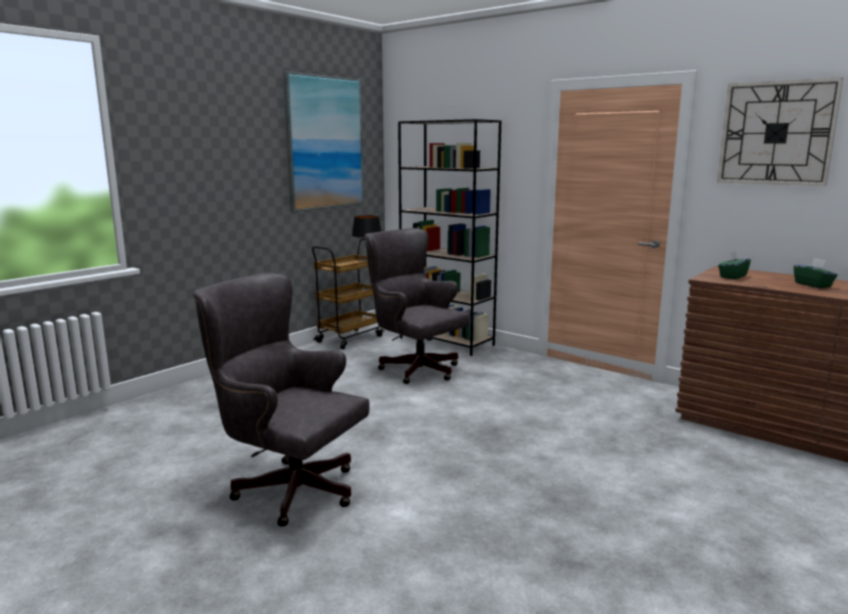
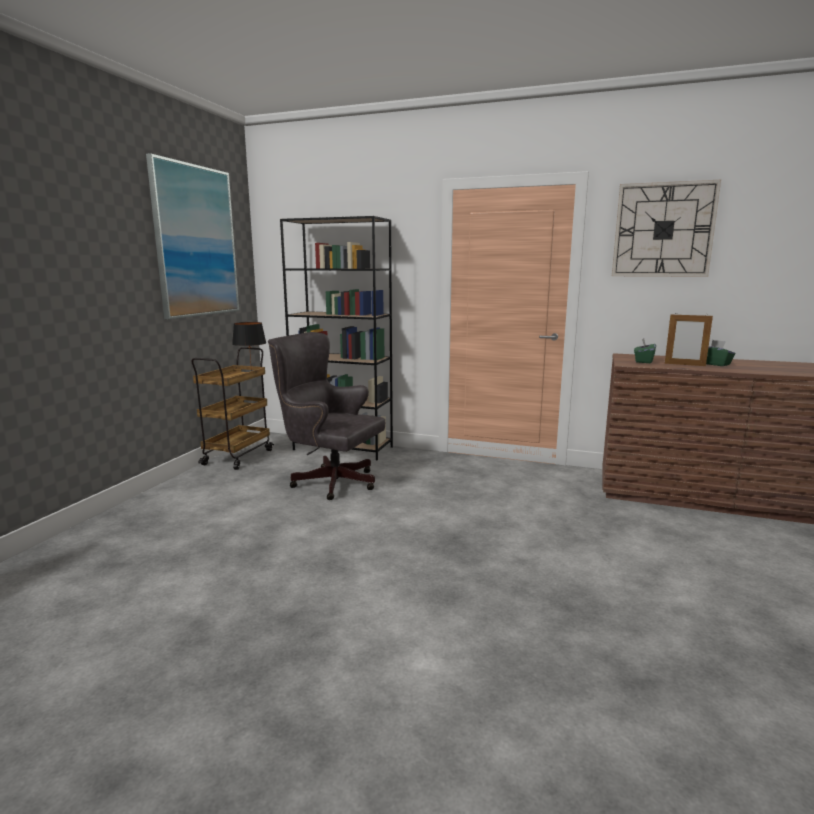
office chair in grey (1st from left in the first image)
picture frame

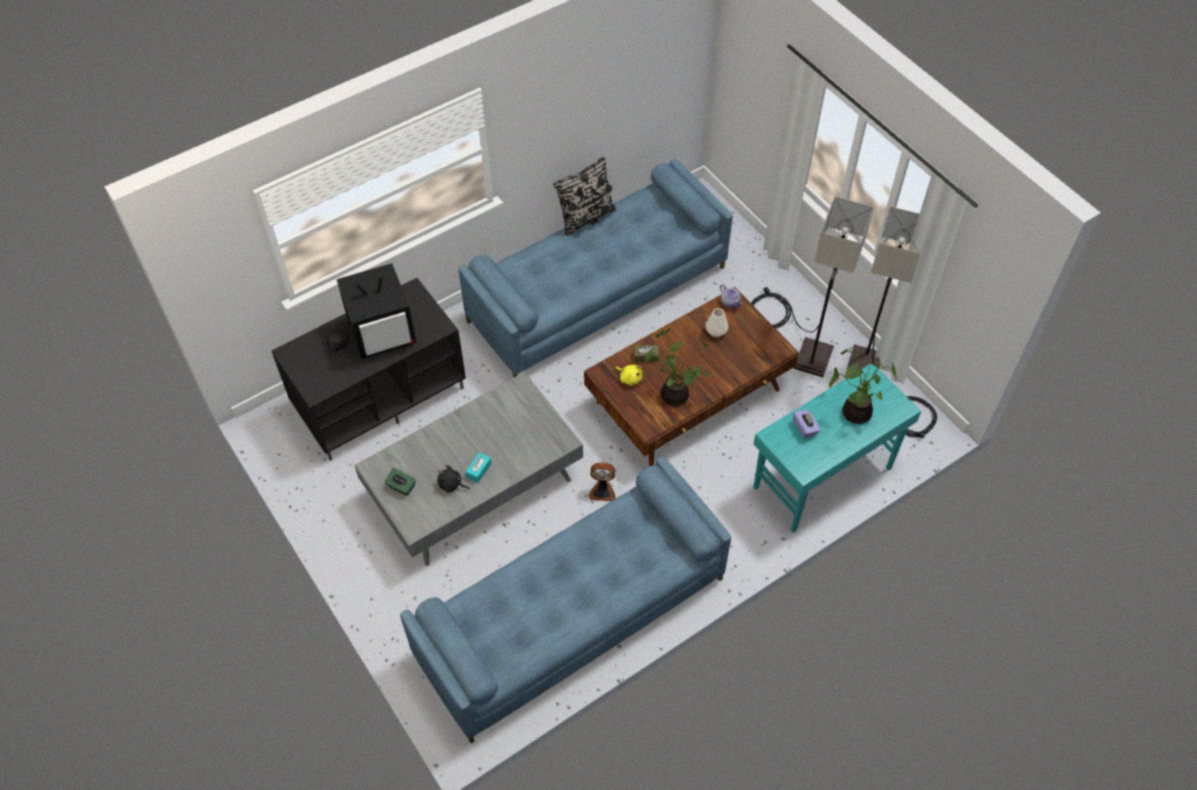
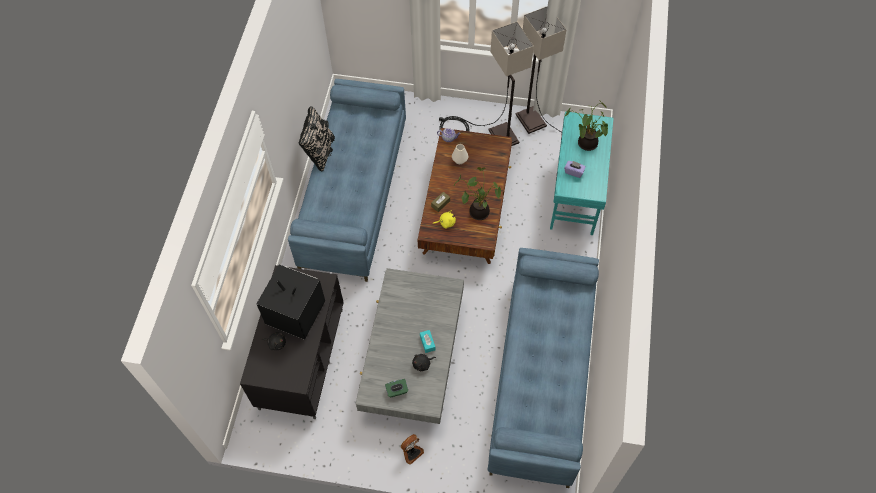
television
fan

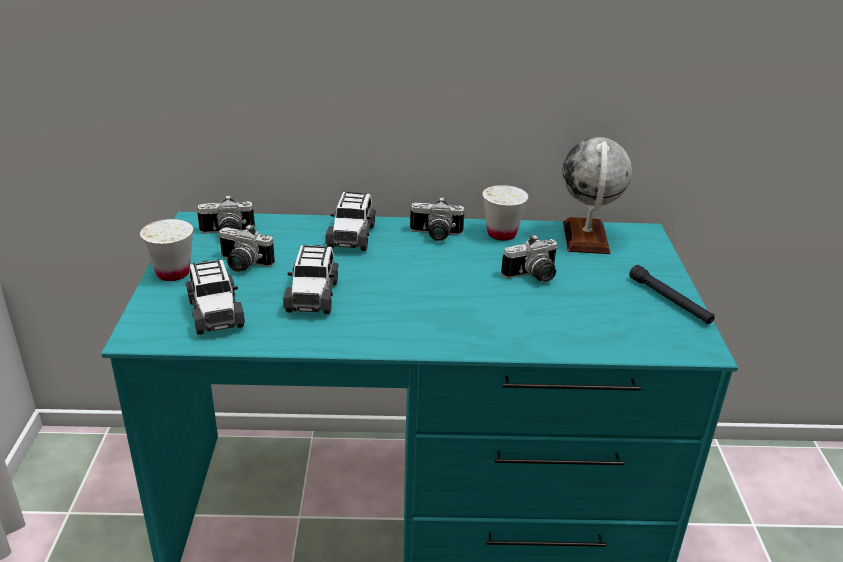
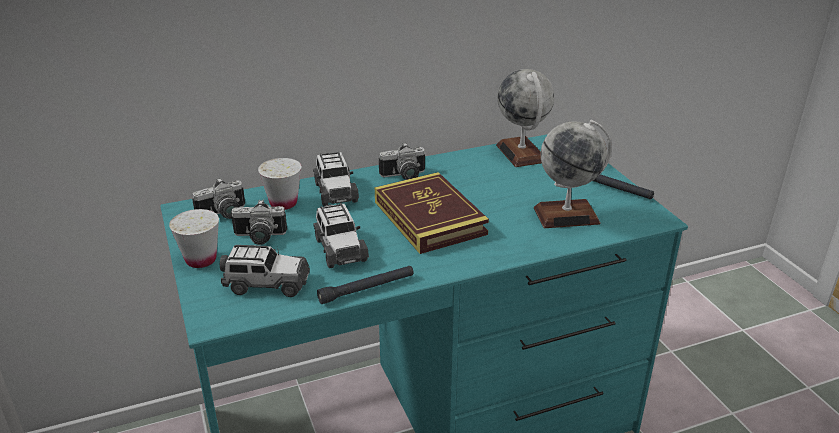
toy car (1st from left)
cup in white (2nd from left)
photo camera (4th from left in the first image)
flashlight in black (1st from left)
book
globe (2nd from left)

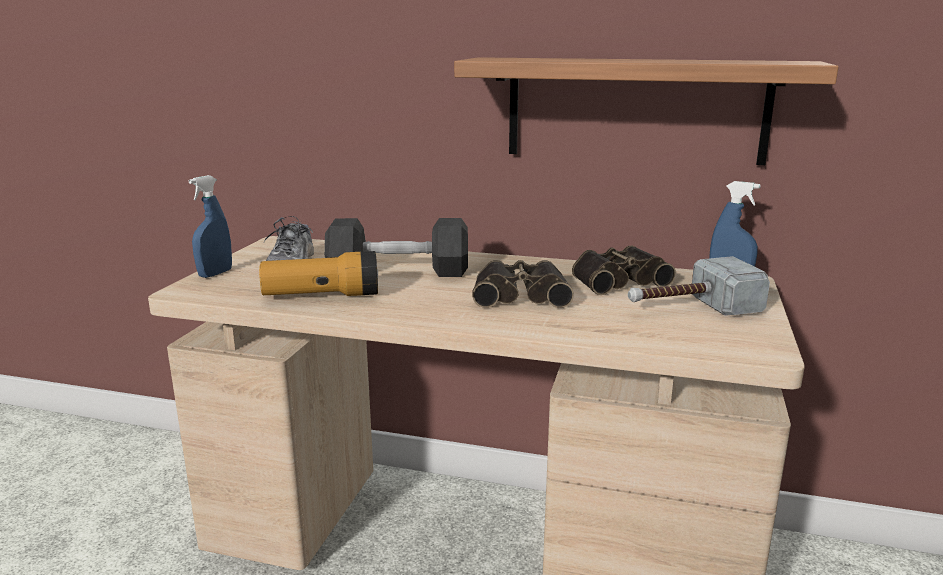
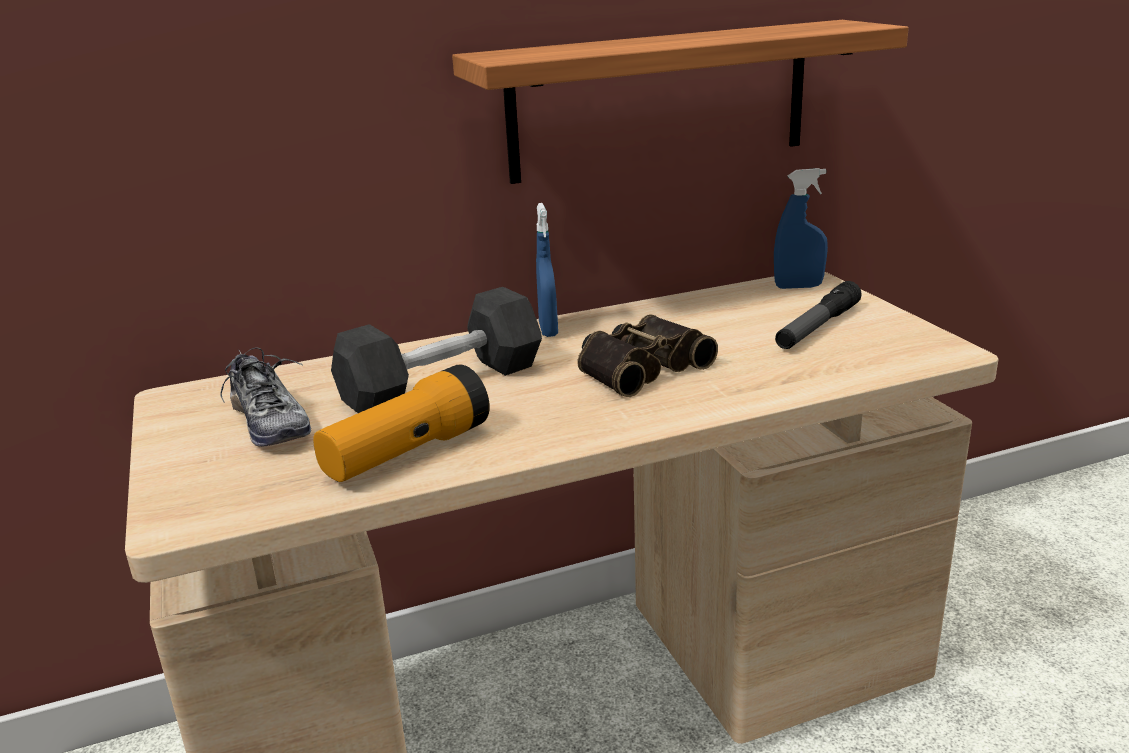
spray bottle in blue (1st from left)
binoculars (2nd from left in the first image)
flashlight (2nd from left)

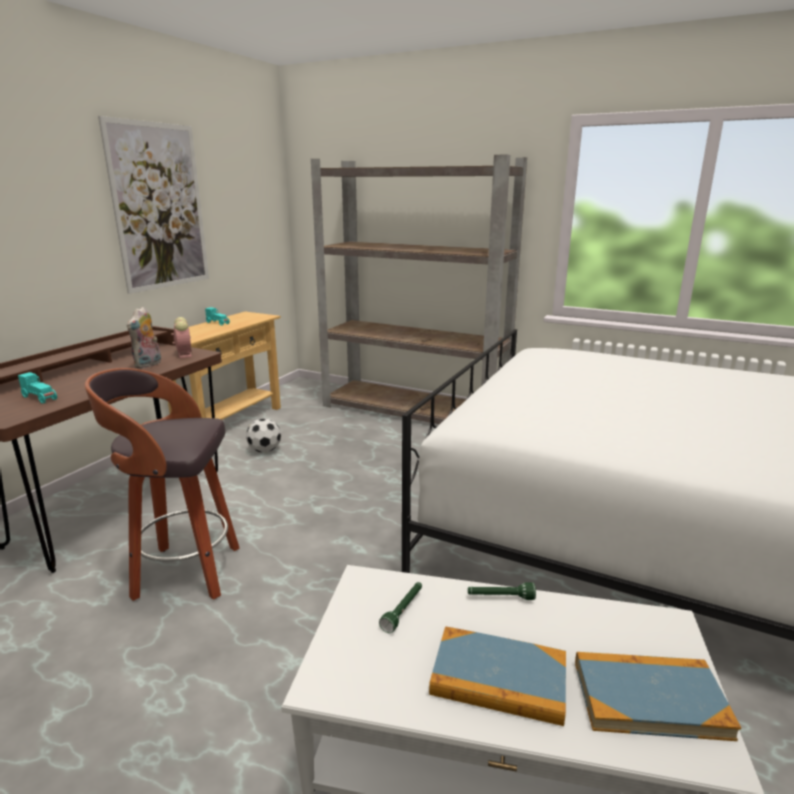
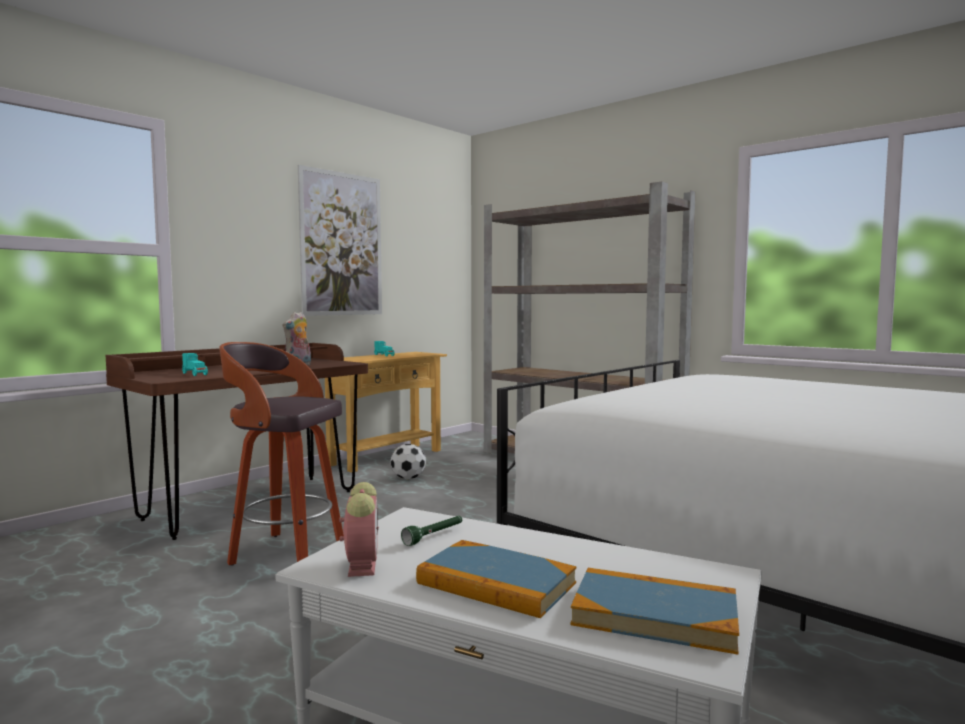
alarm clock
flashlight in green (2nd from left in the first image)

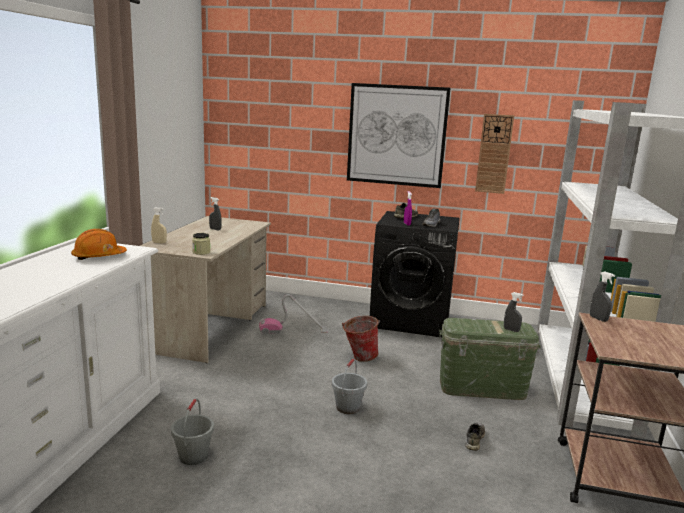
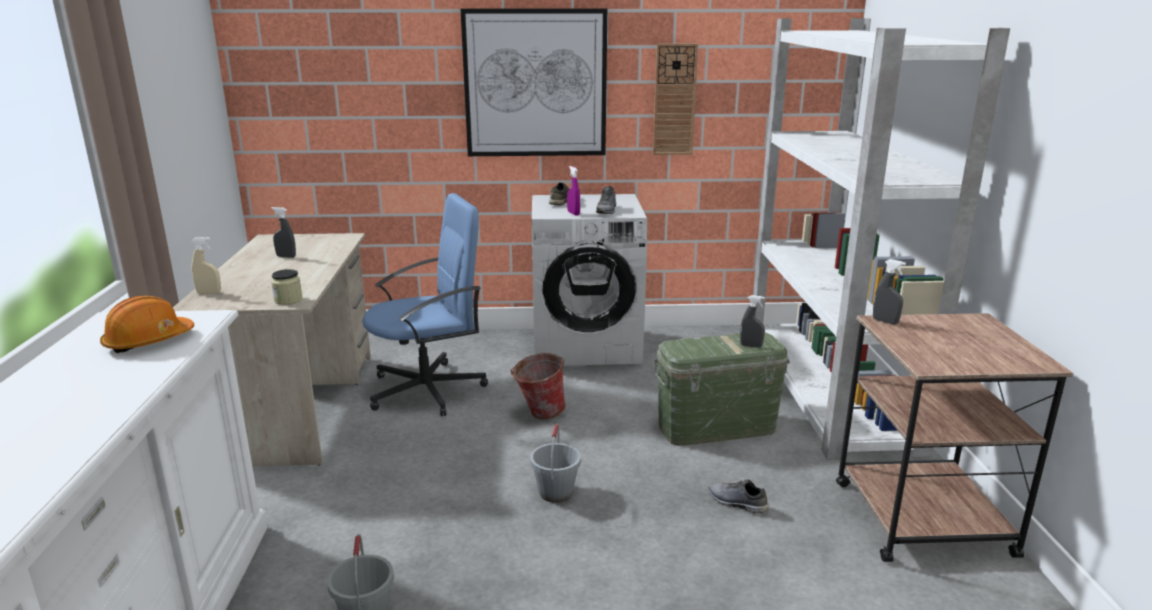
office chair in blue
washing machine in white
shoe in grey (3rd from left)

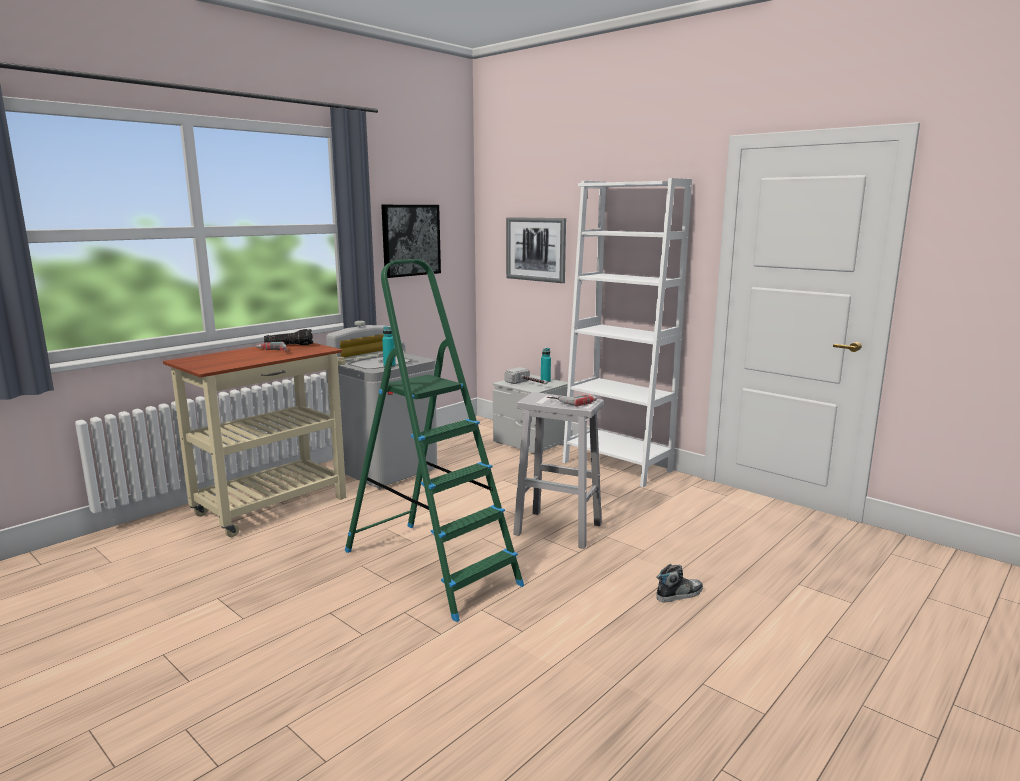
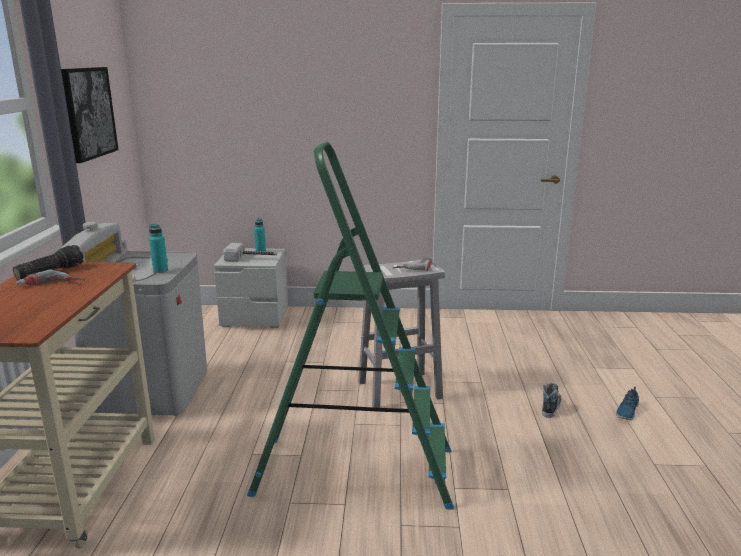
picture (2nd from left in the first image)
bookcase in white
shoe (2nd from left)

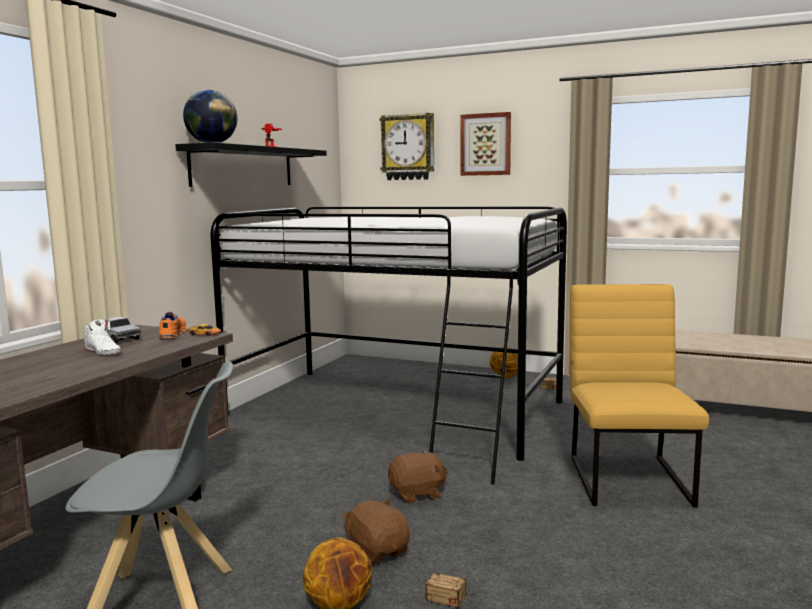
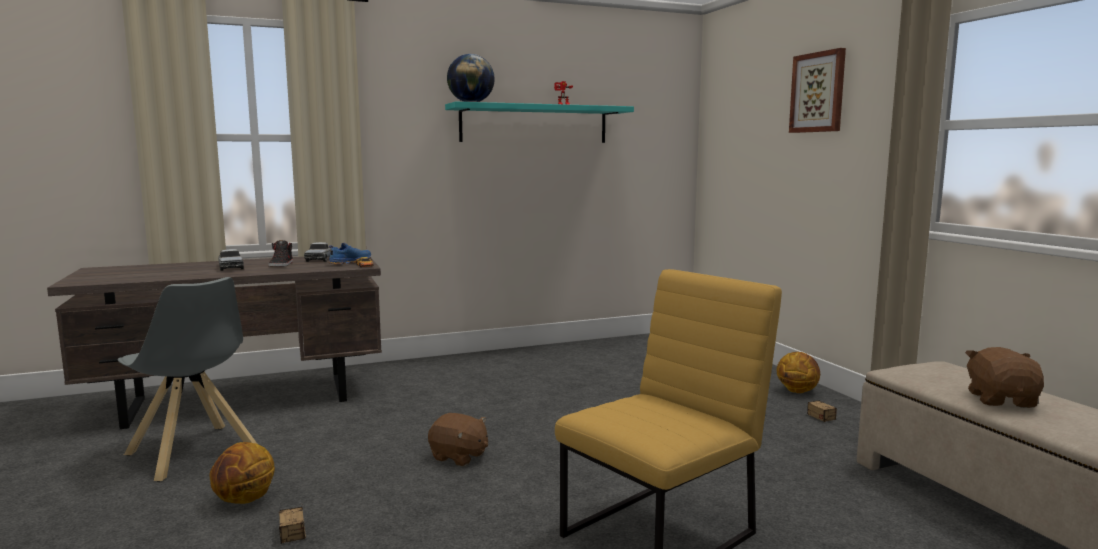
shoe in black
shoe in blue
shelf in turquoise
bed in black
plush toy in brown (2nd from left)
wall clock
toy truck (1st from left)

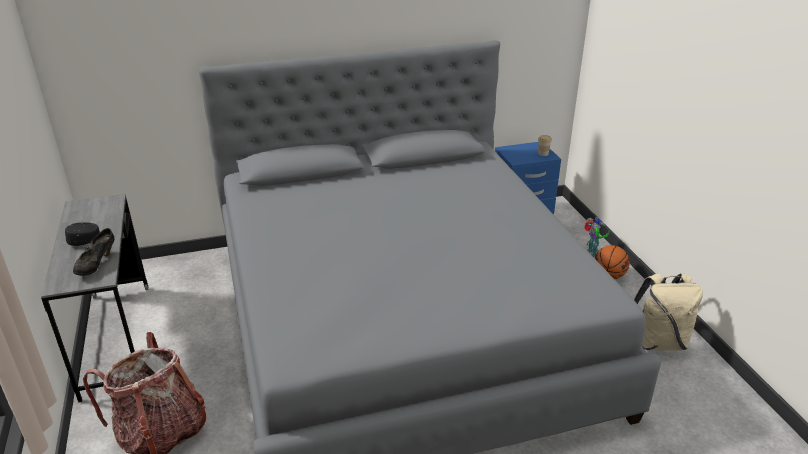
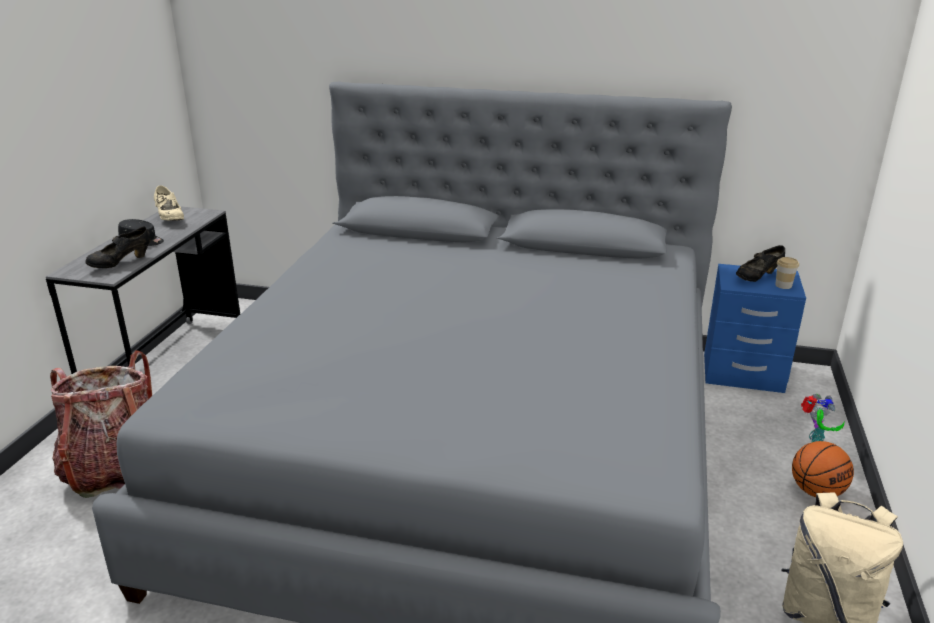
shoe in beige
shoe in black (2nd from left)

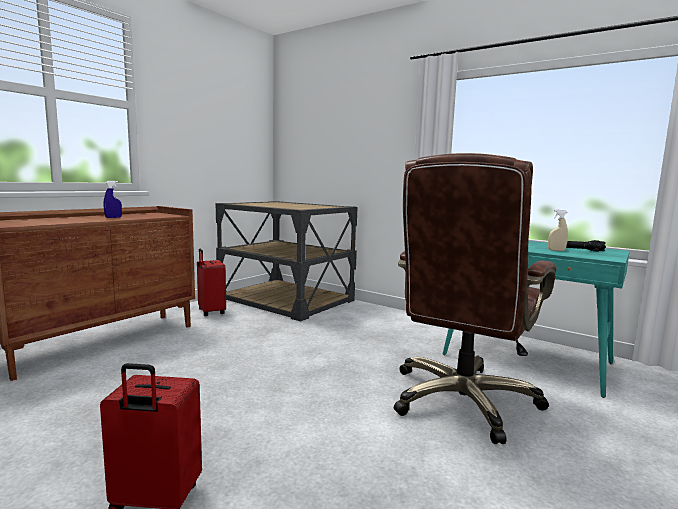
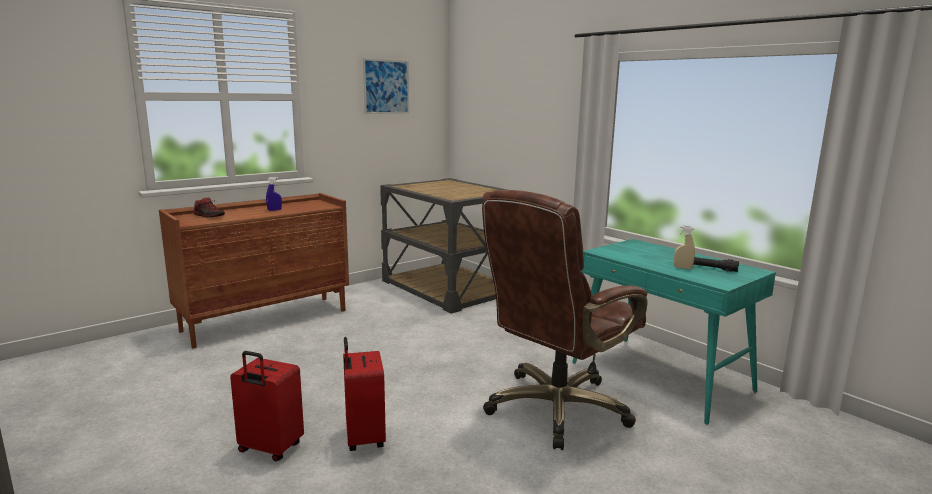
suitcase in red (2nd from left)
shoe
picture

